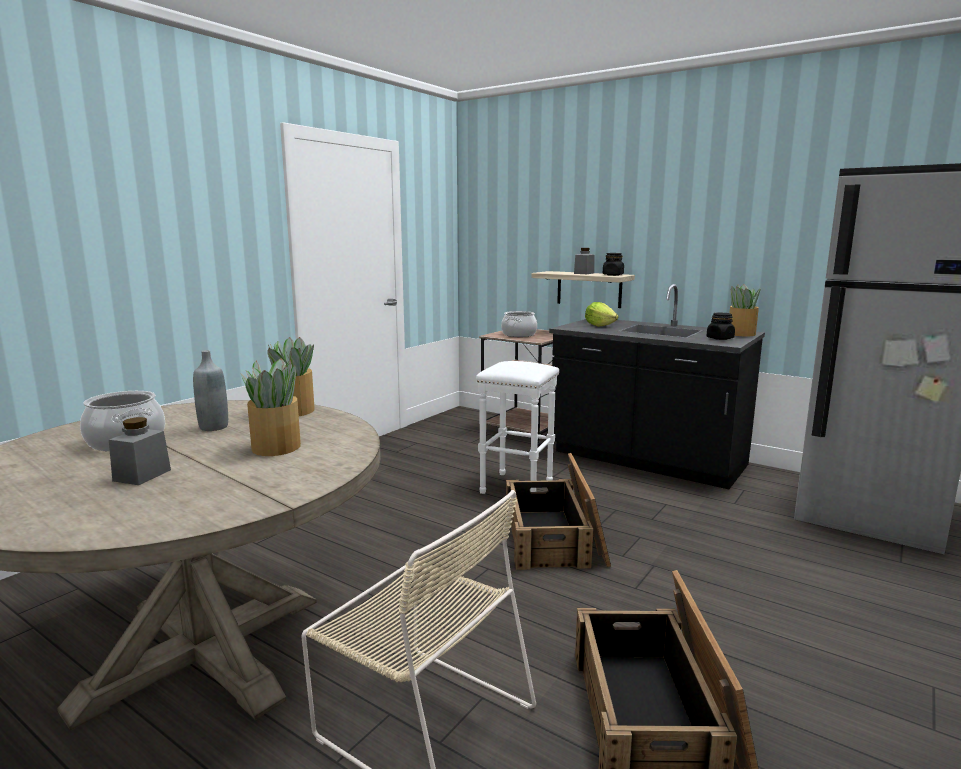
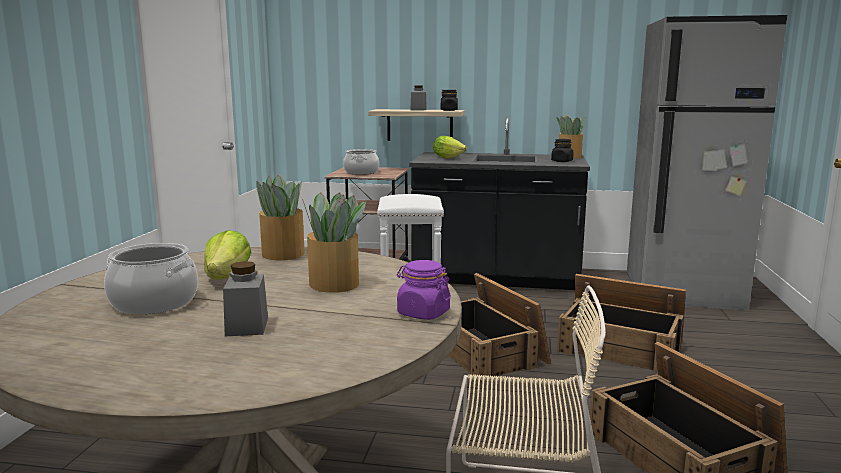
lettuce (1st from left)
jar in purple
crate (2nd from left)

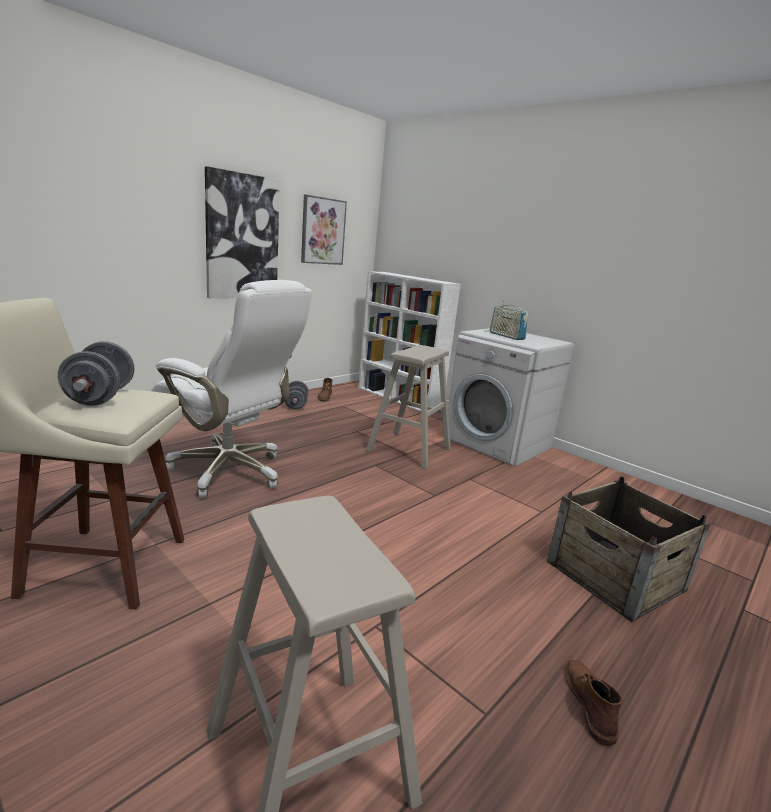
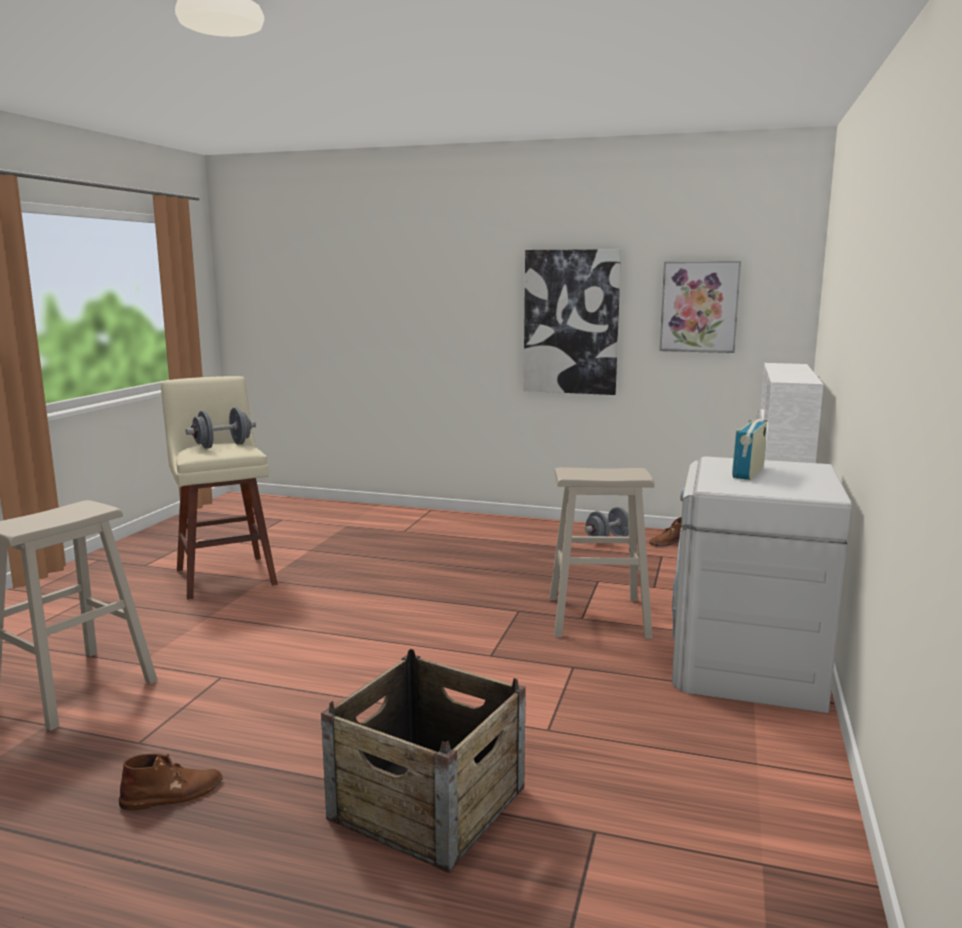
office chair in white

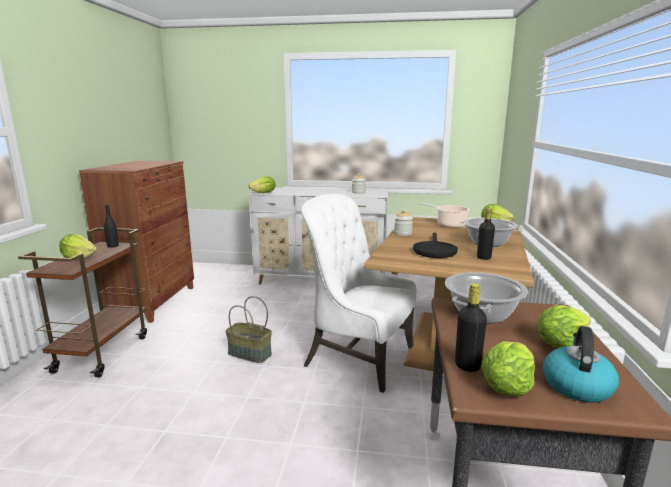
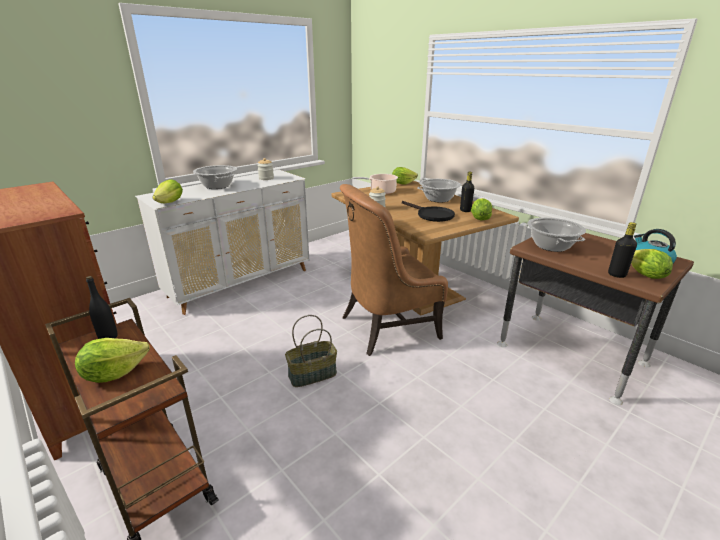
chair in brown
lettuce (4th from left)
cooking pot (1st from left)

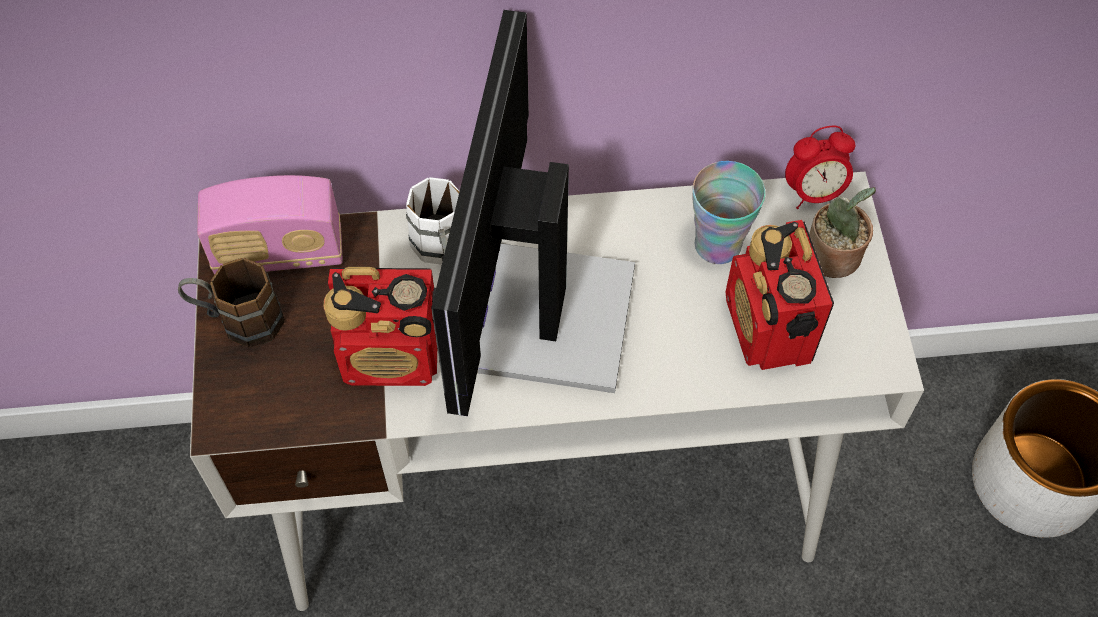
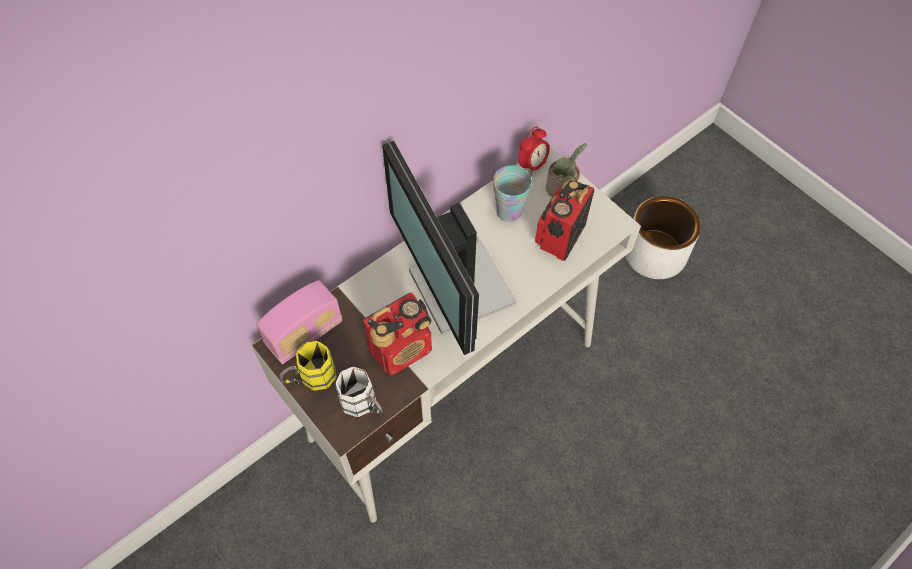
mug in yellow
mug in white
radio (3rd from left)

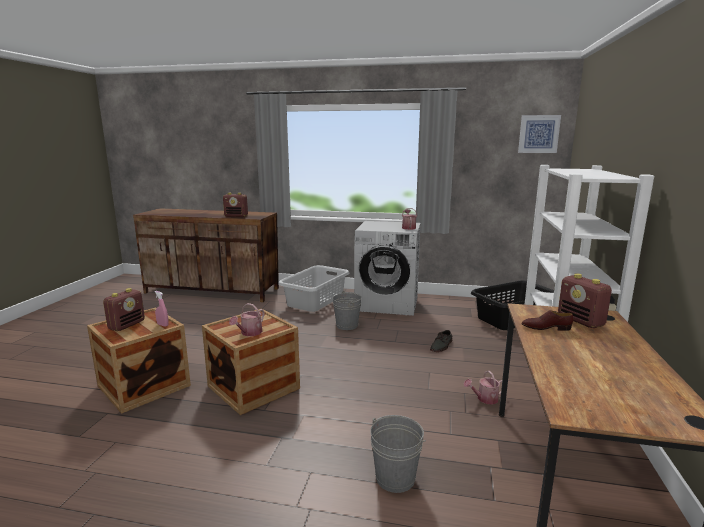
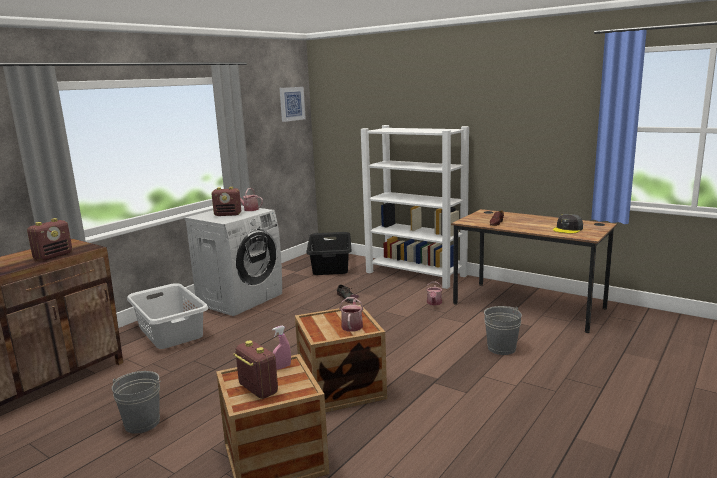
watering can (2nd from left)
bucket in grey (1st from left)
radio (2nd from left)
cap in grey

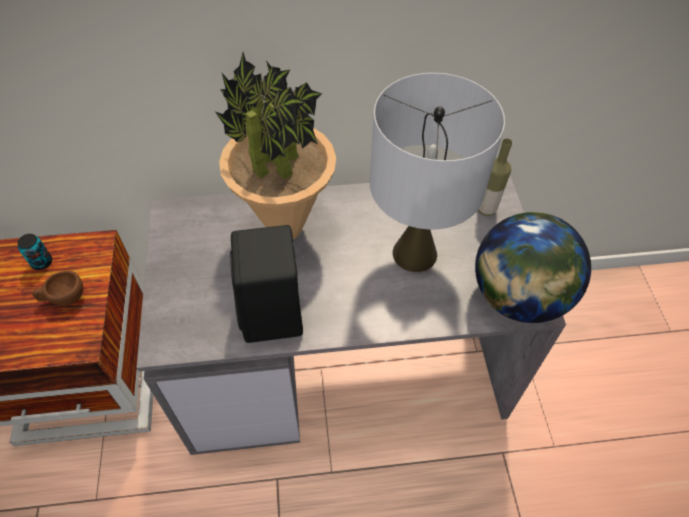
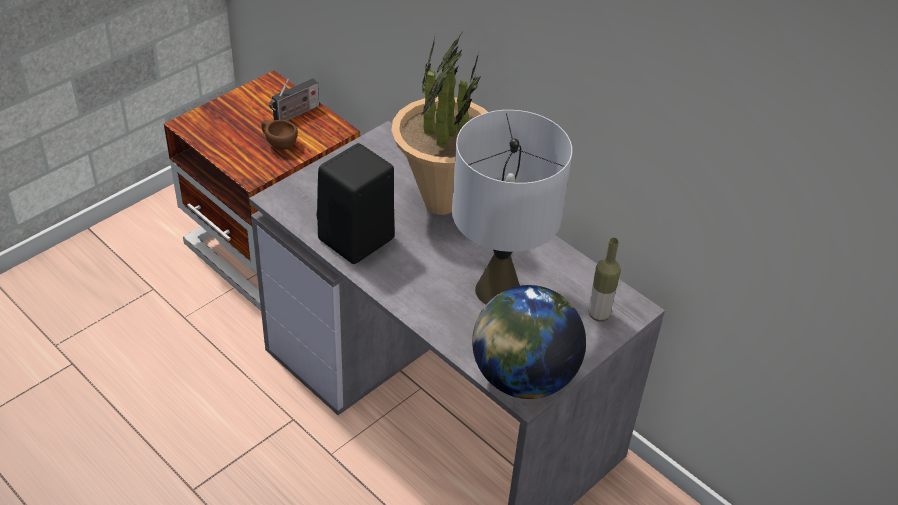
radio

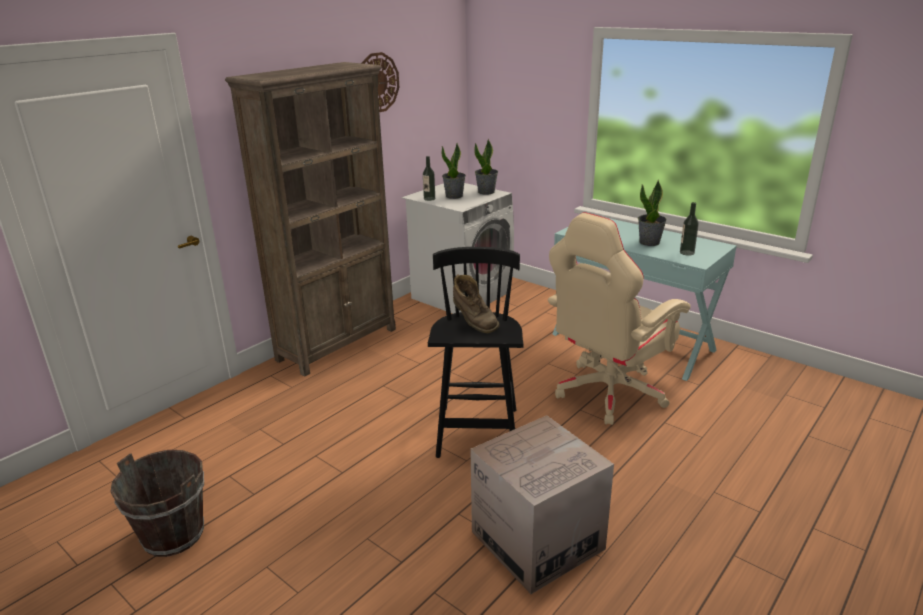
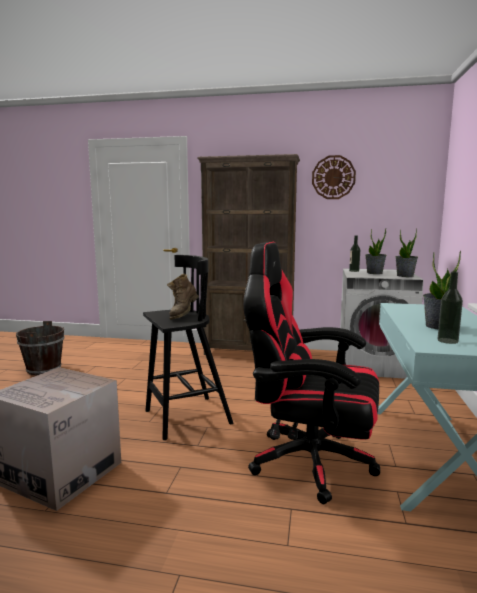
office chair in black

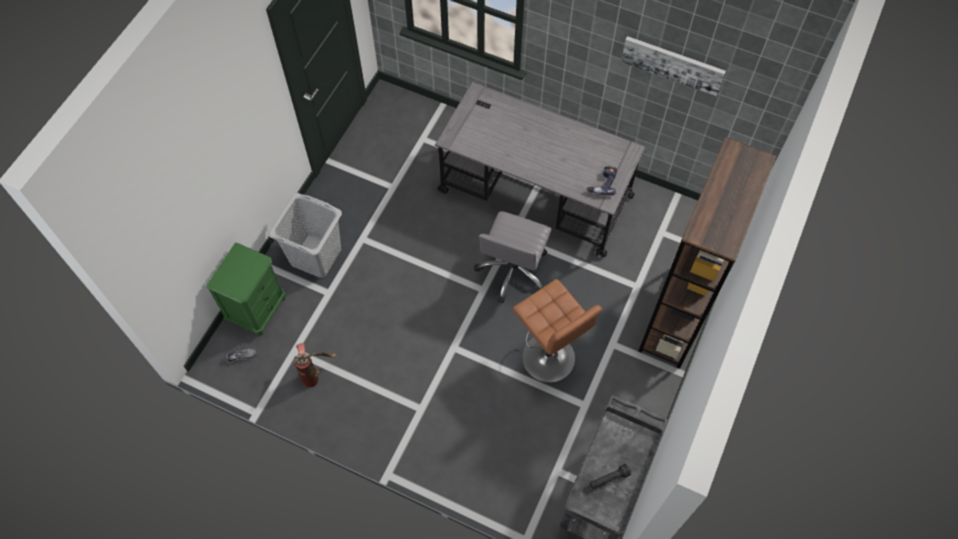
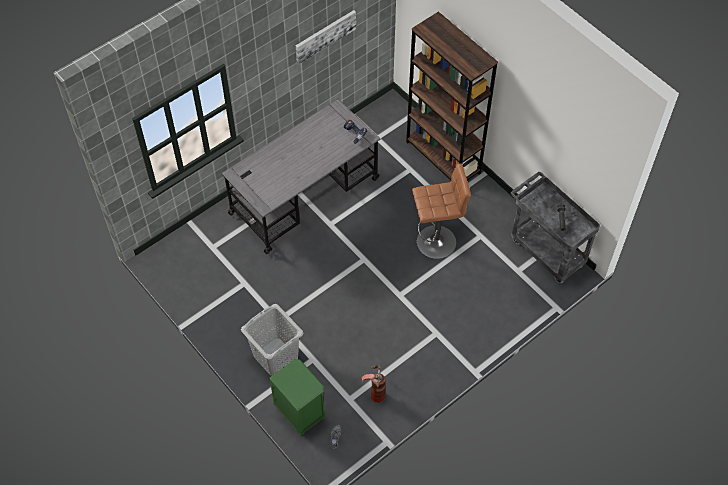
office chair in grey

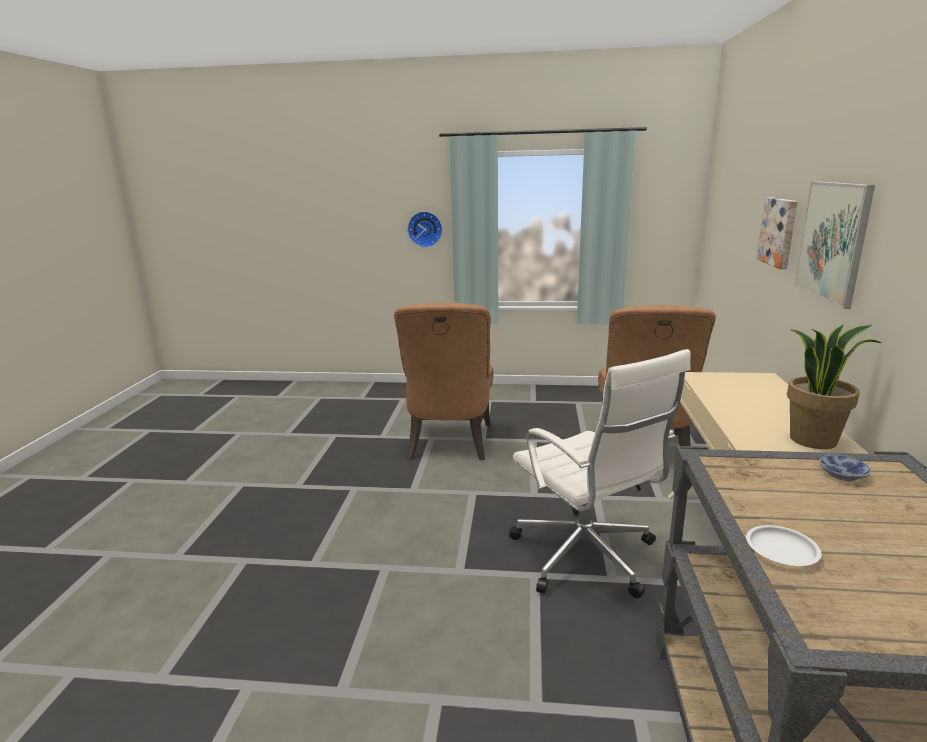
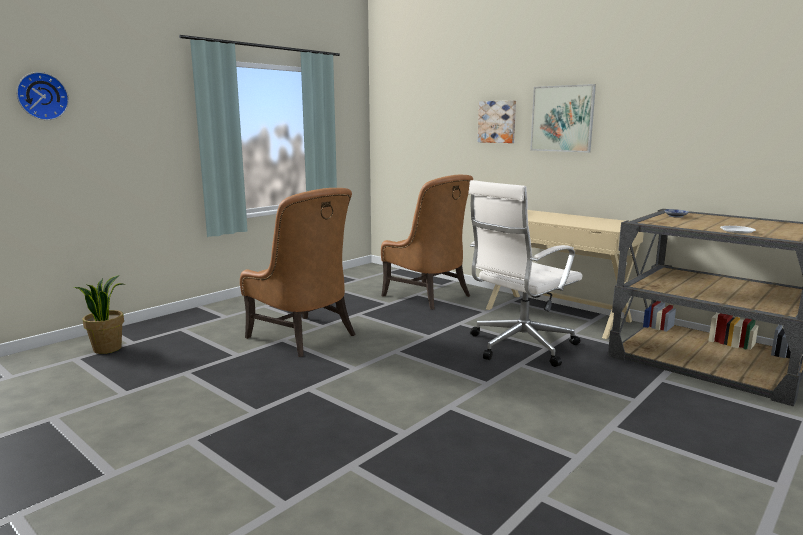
wall clock
office chair in white
potted plant

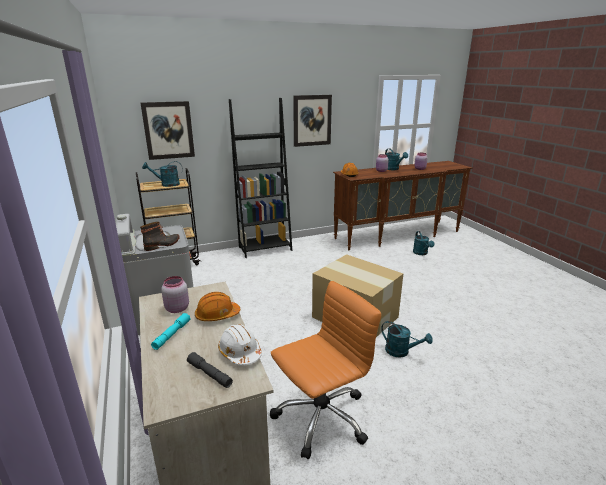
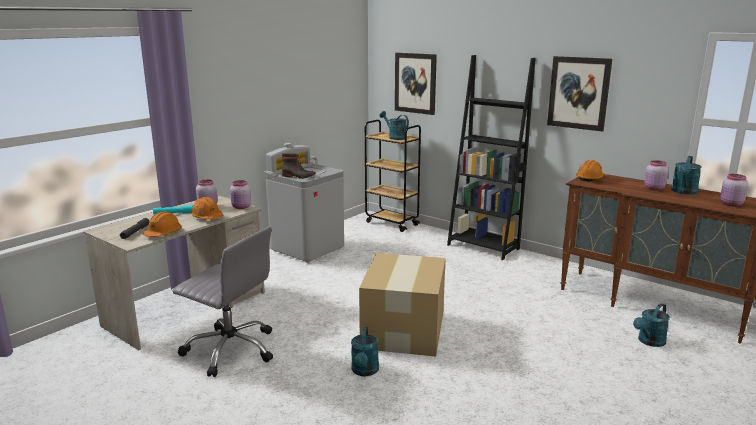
hard hat in orange (1st from left)
office chair in grey
jar in pink (2nd from left)

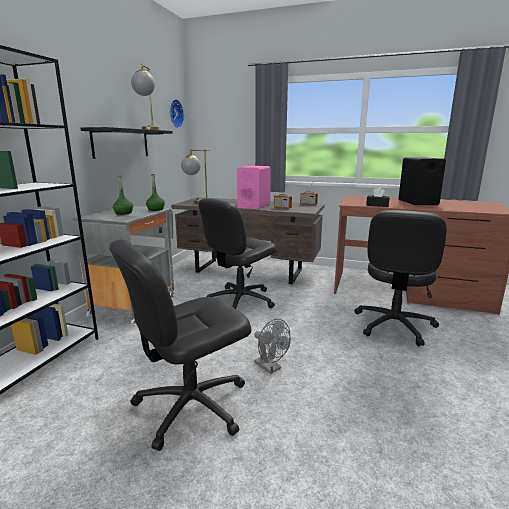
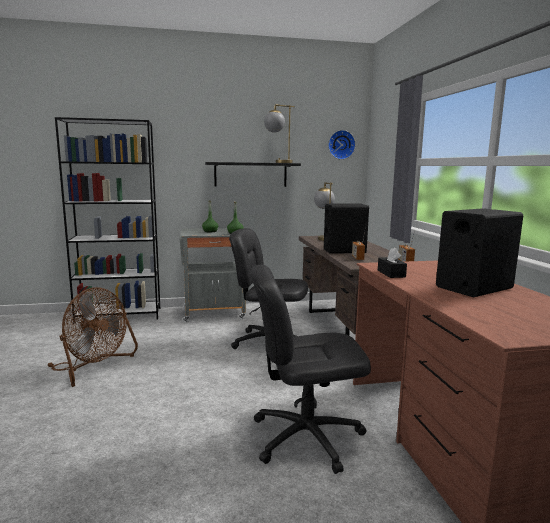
fan in brown
speaker in black (1st from left)
fan in grey

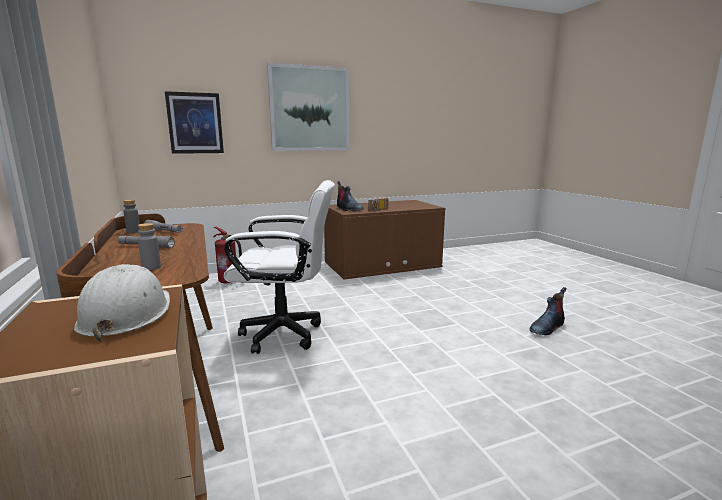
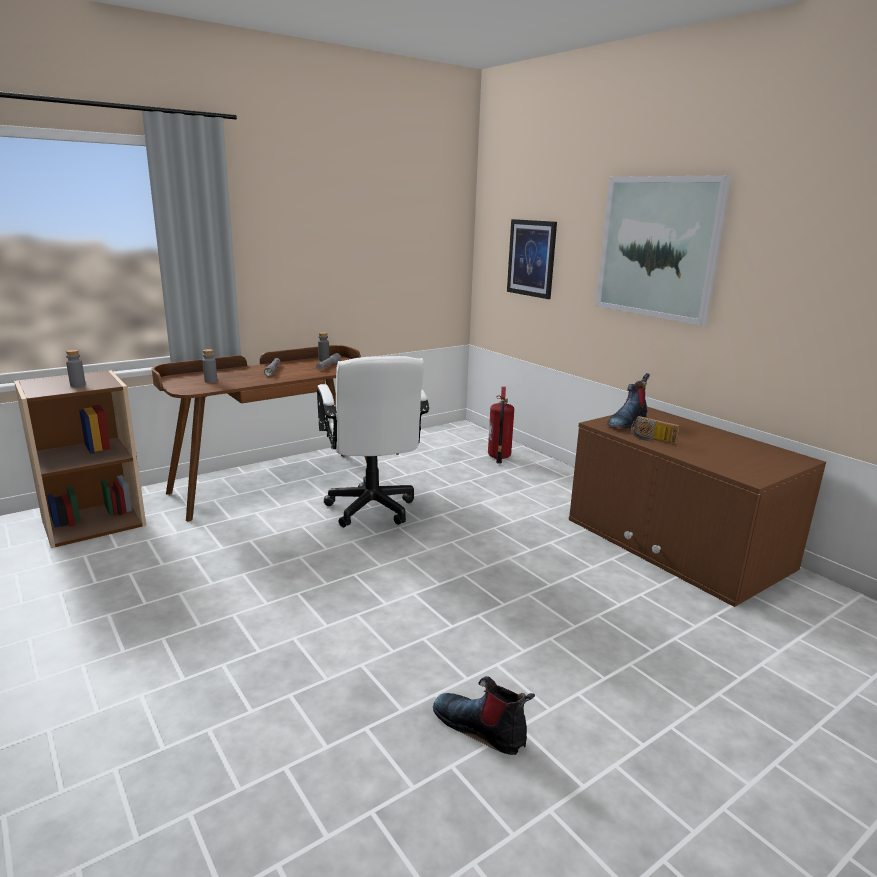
bottle in grey (1st from left)

